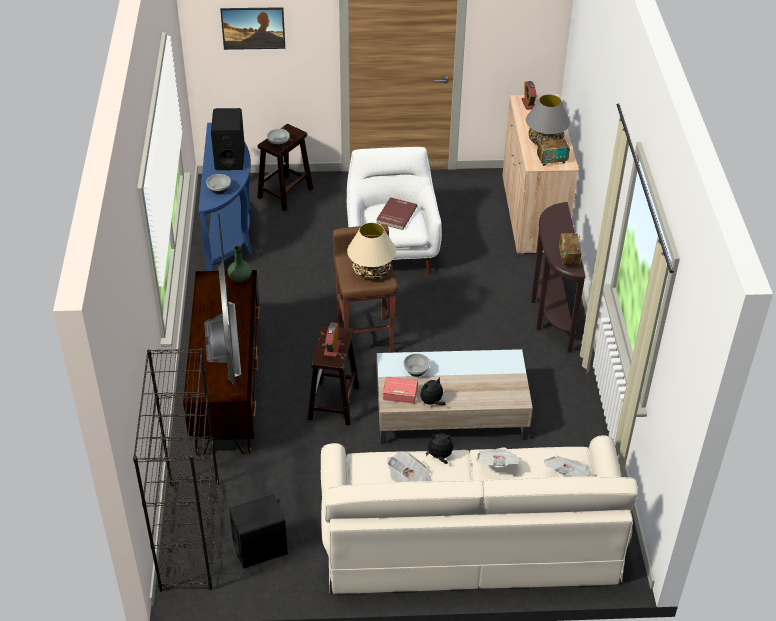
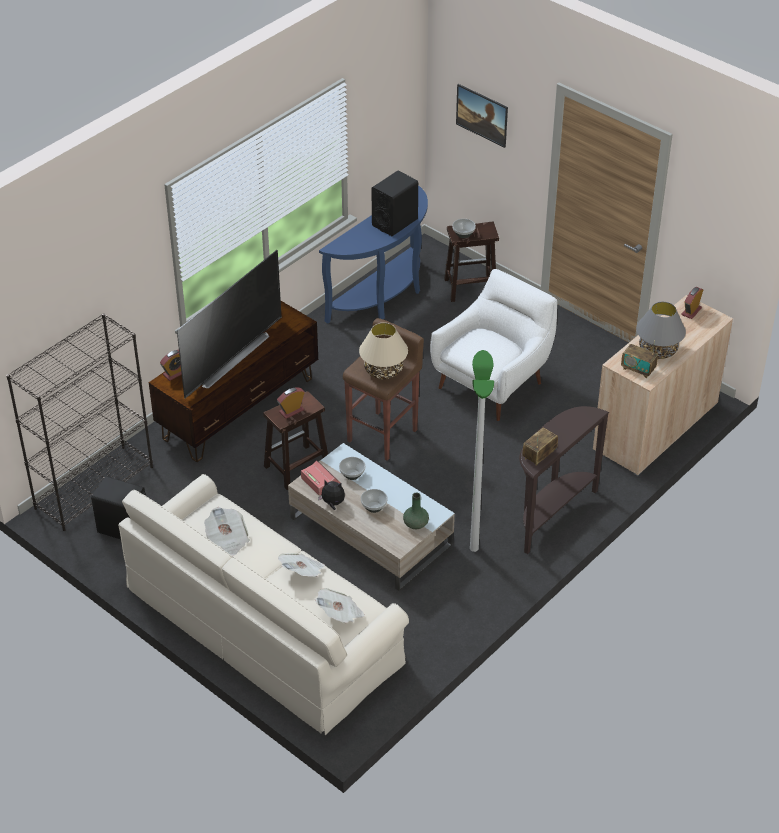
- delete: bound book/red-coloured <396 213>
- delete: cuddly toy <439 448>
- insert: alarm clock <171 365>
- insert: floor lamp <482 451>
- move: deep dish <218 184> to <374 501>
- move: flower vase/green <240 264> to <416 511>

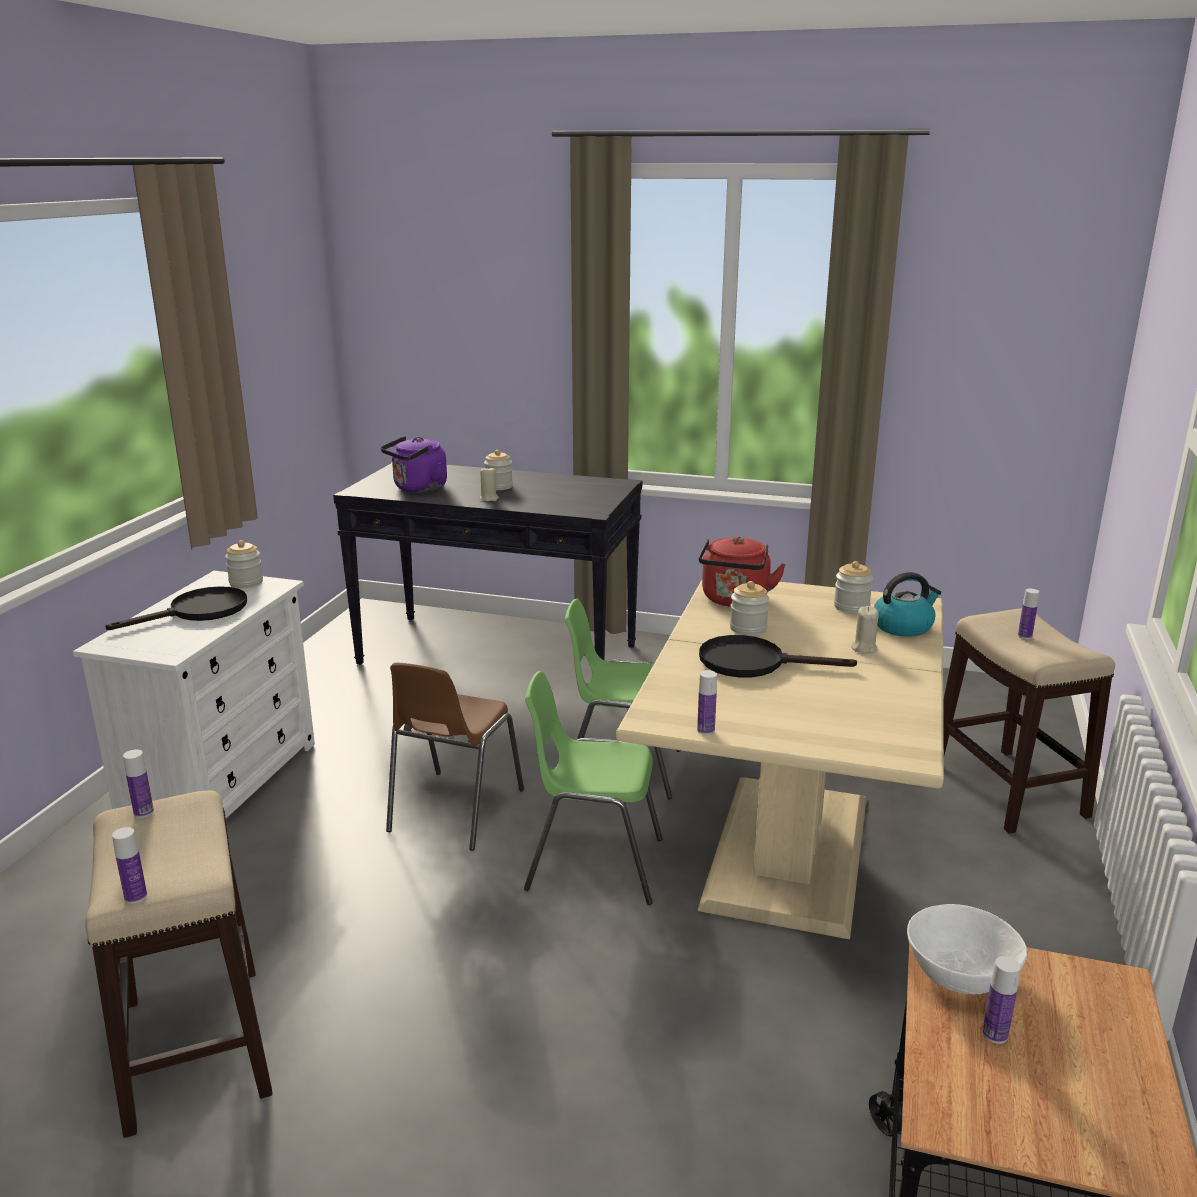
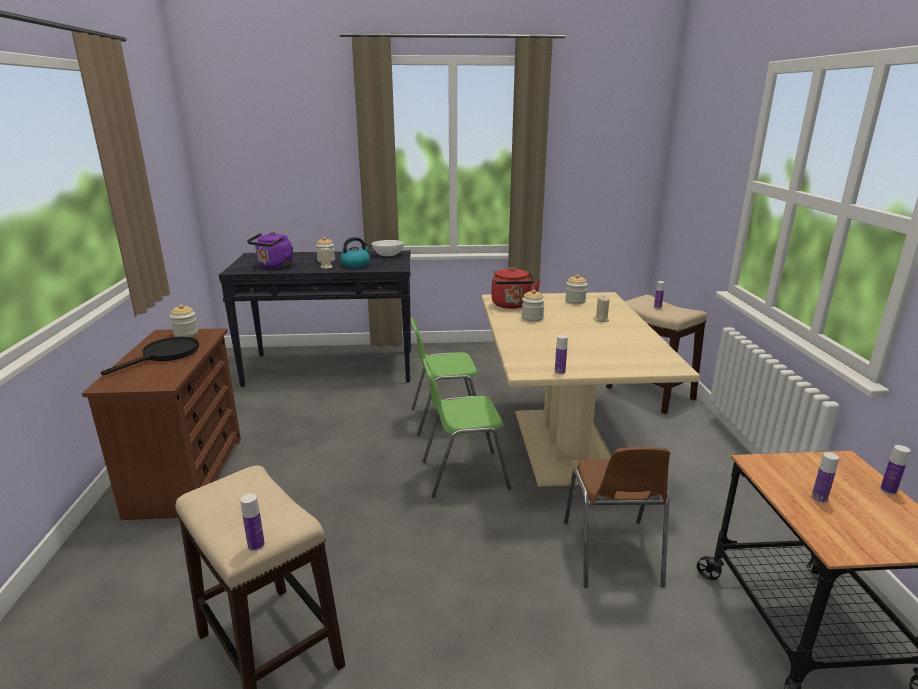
- delete: pan/black <778 656>
- move: bottle <138 783> to <895 470>
- move: chair/brown-coloured <455 756> to <617 517>
- move: water kettle <907 604> to <355 252>
- move: deep dish/white-coloured <967 949> to <388 248>
- recolor: chest of drawers/white-coloured <194 694> to chest of drawers/brown-coloured <161 424>

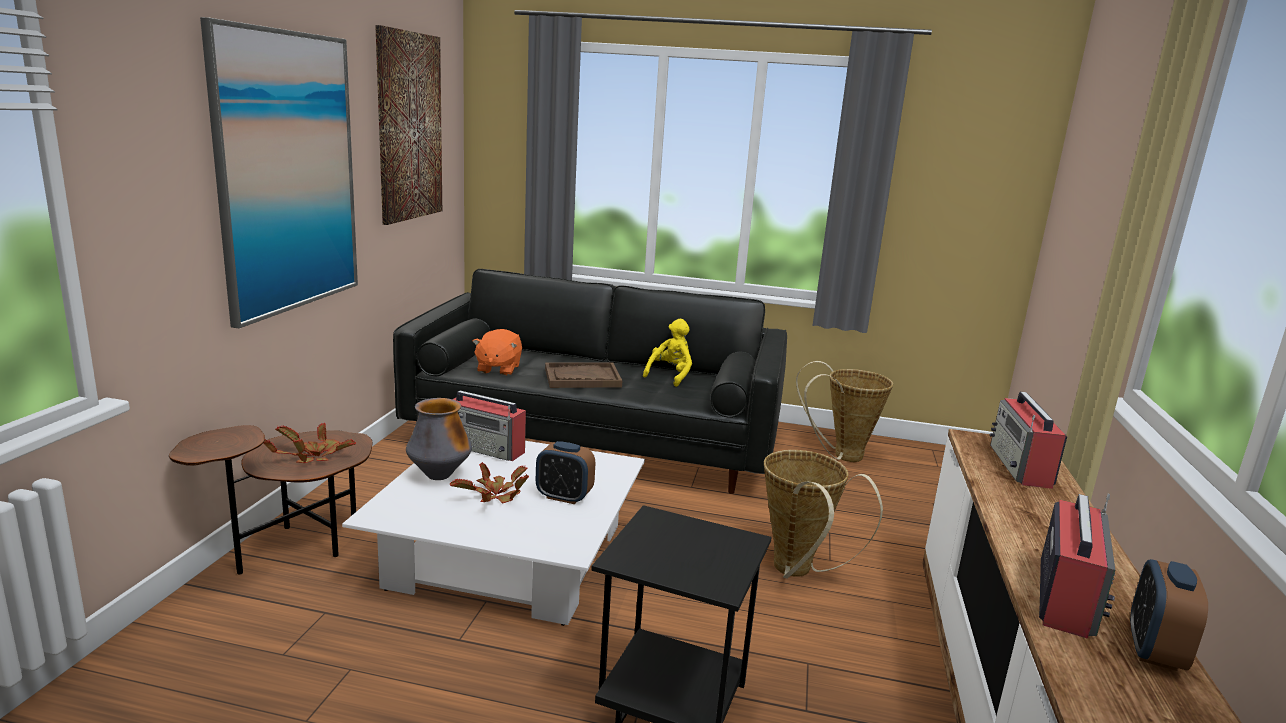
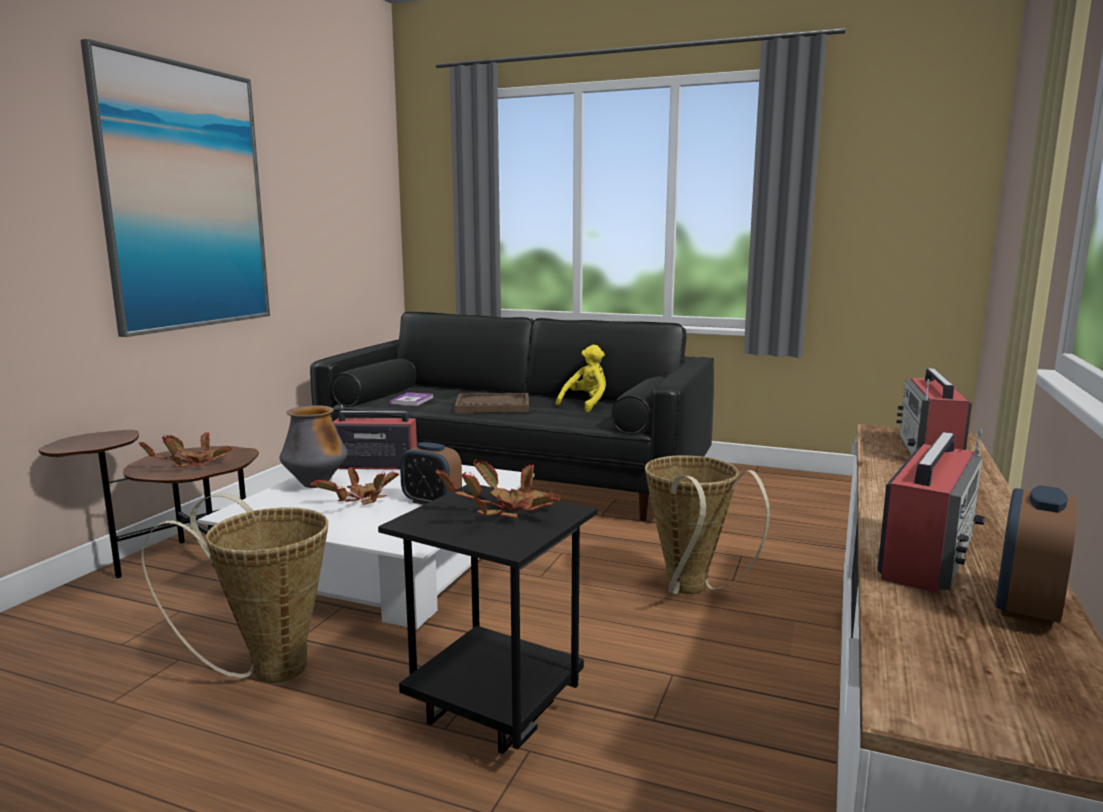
- delete: wall picture <408 125>
- insert: houseplant <498 489>
- move: storage basket <844 411> to <234 588>
- replace: cuddly toy/orange <497 352> to bound book <411 399>
- rotate: radio receiver <489 426> = <375 437> 150 degrees clockwise

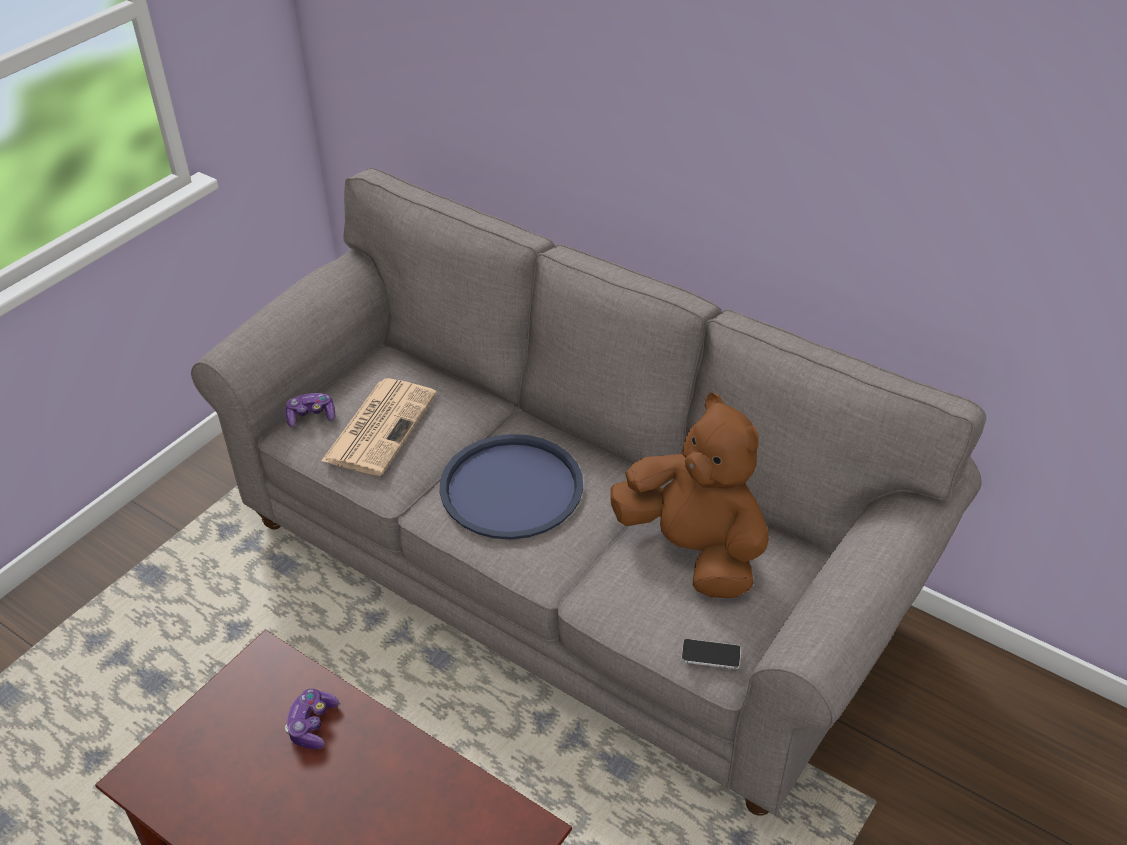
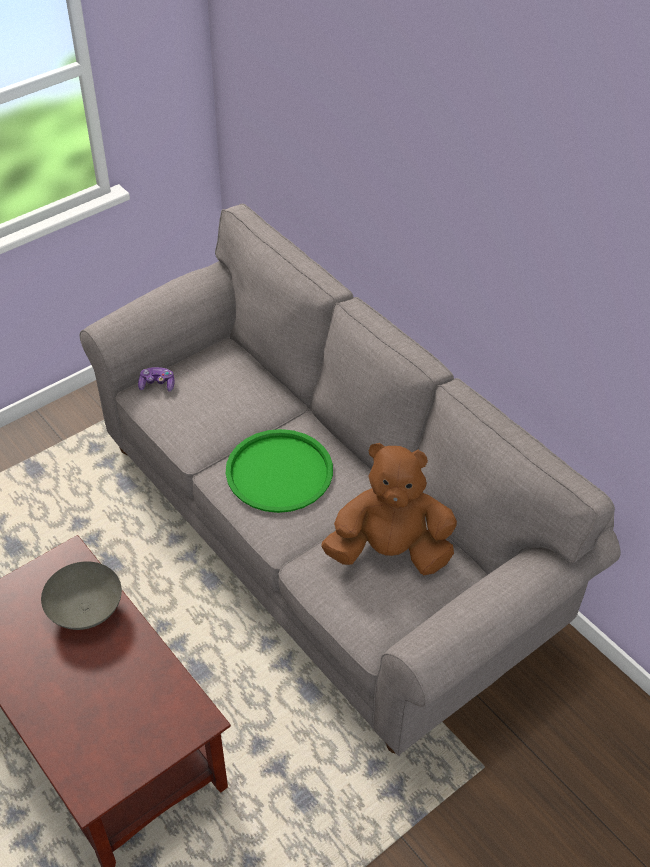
- delete: newspaper <379 427>
- delete: phone <711 654>
- replace: game controller <312 719> to deep dish/grey <81 595>
- recolor: tray/blue-coloured <511 486> to tray/green <279 471>
- rotate: cuddly toy/brown-coloured <689 495> = <389 509> 60 degrees counterclockwise

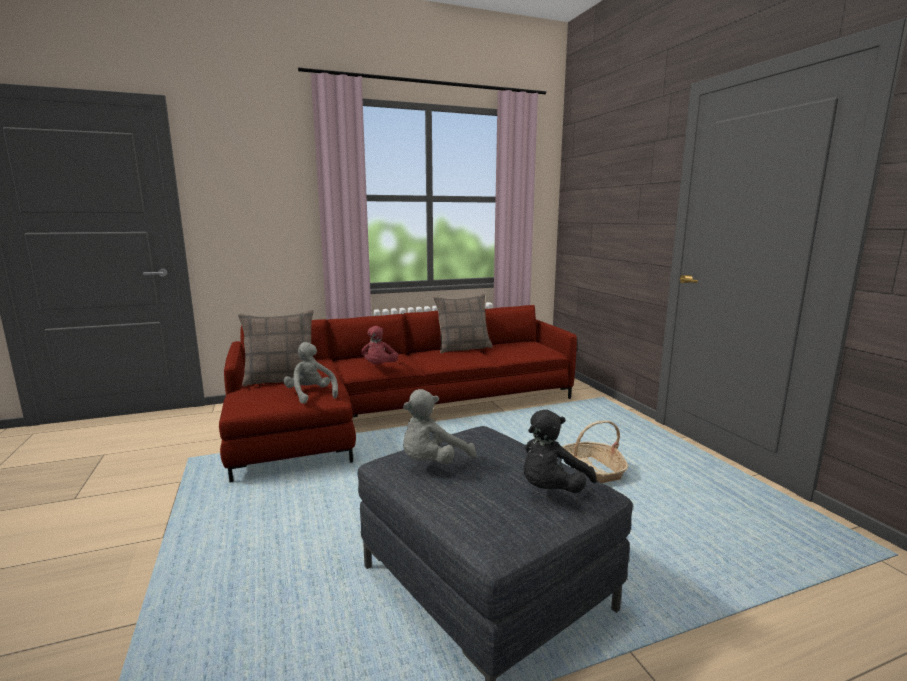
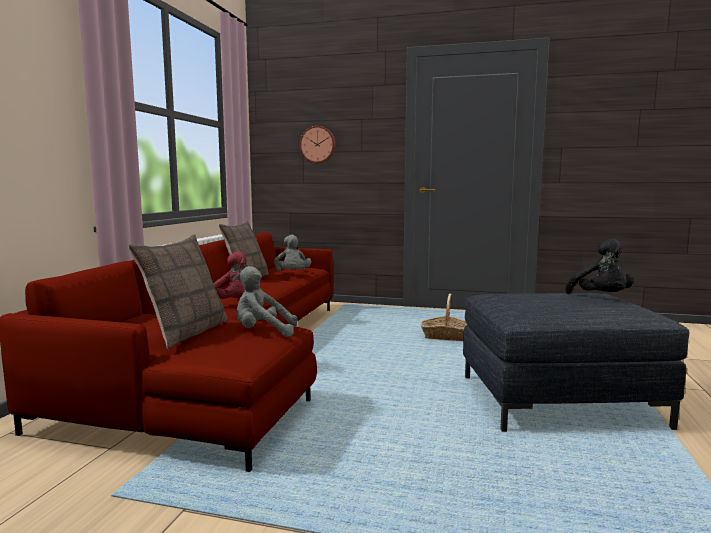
- insert: clock on the wall <318 144>
- move: cuddly toy/grey <439 426> to <293 253>

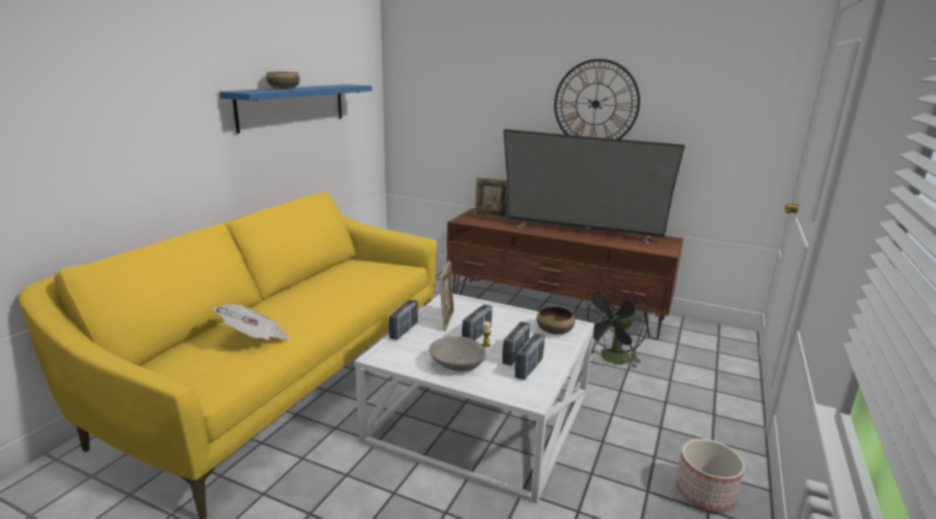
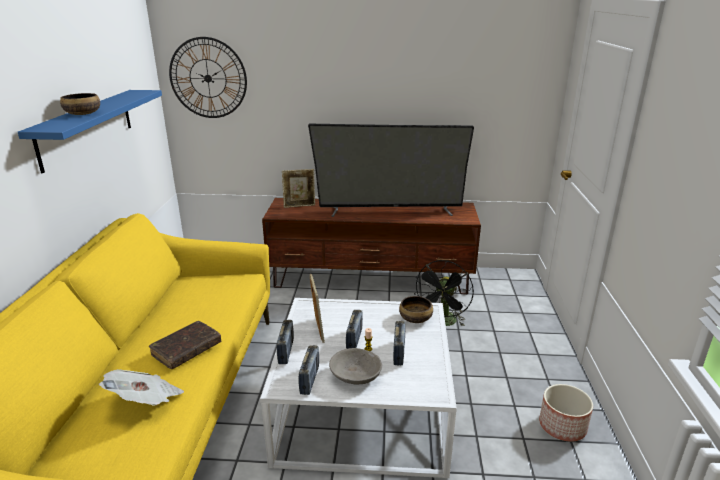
- insert: bound book/brown-coloured <185 345>
- move: radio receiver <530 356> to <308 370>
- move: clock on the wall <597 99> to <208 77>

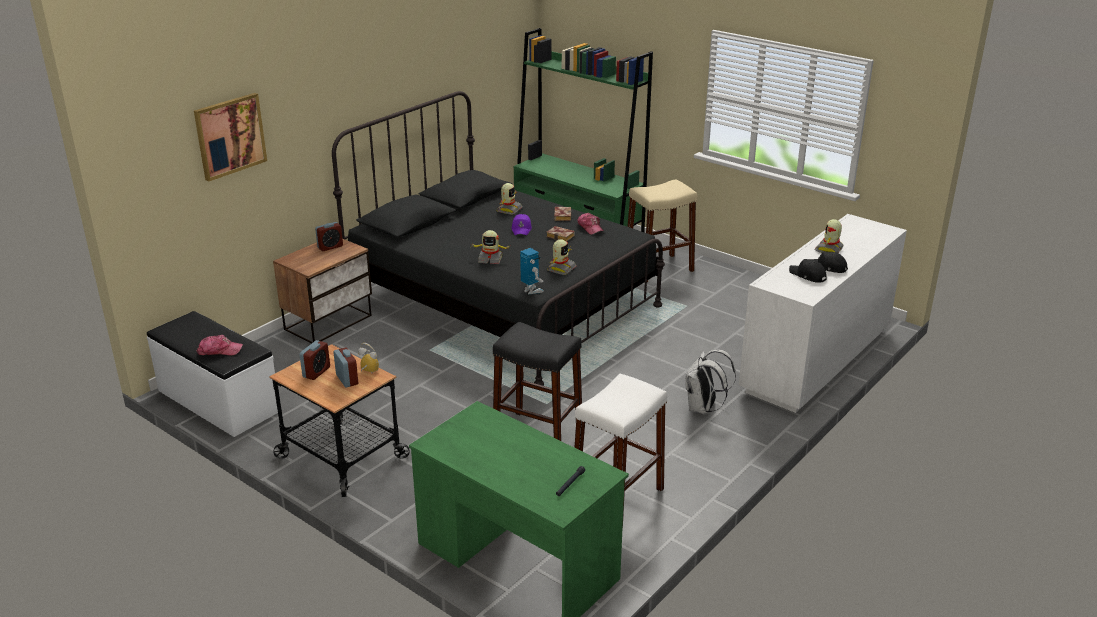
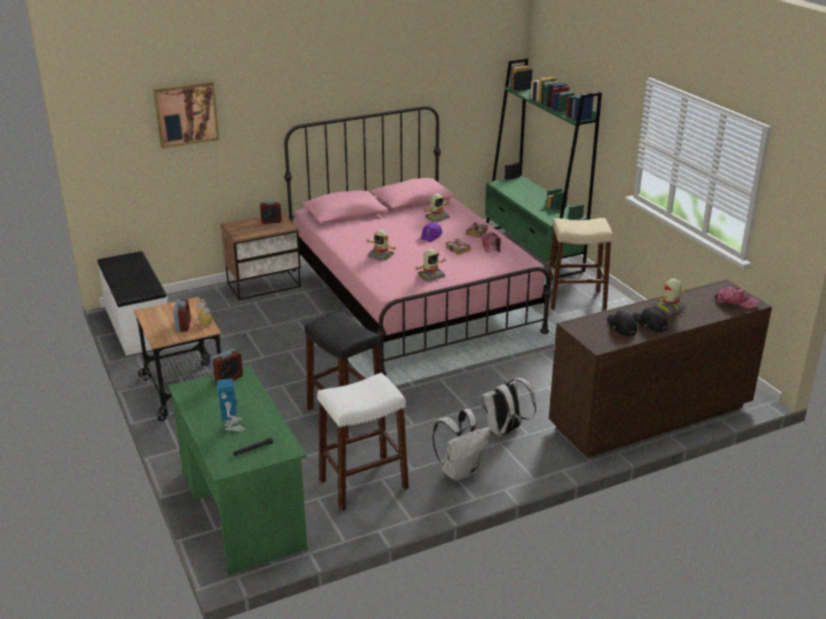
- insert: backpack/white-coloured <461 445>
- move: peaked cap <220 345> to <737 298>
- move: alarm clock <315 360> to <226 366>
- move: toy robot <532 271> to <231 404>
- recolor: bedroom bed/black <498 238> to bedroom bed/pinkish <418 241>
- recolor: chest of drawers/white-coloured <823 313> to chest of drawers/brown-coloured <660 368>

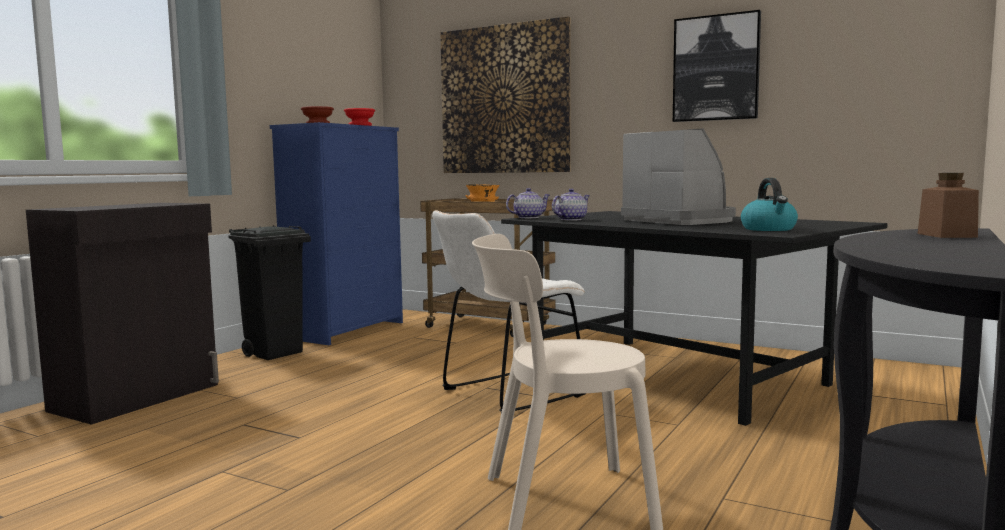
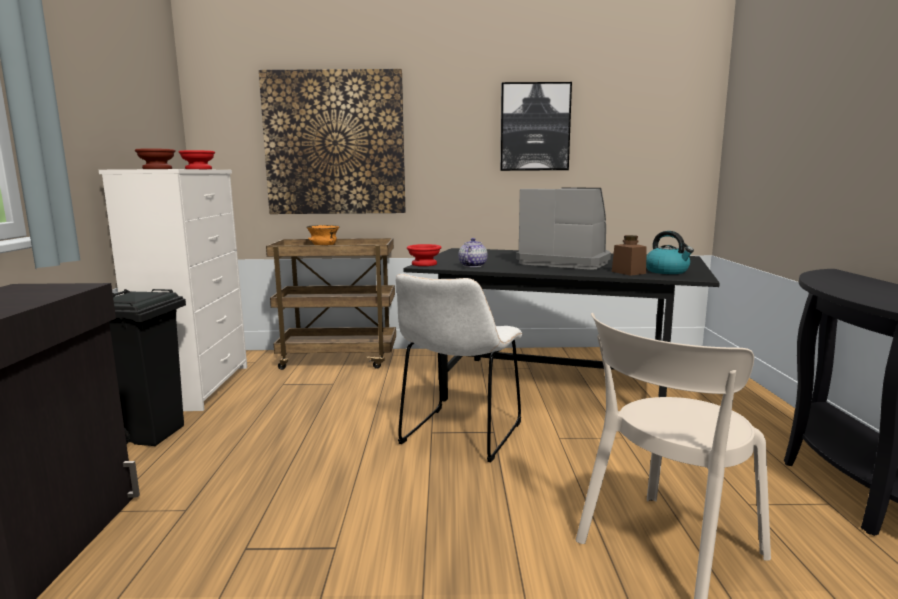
- move: preserve jar/brown-coloured <948 205> to <629 255>
- replace: tea pot <528 203> to deep dish/red-coloured <424 255>
- recolor: chest of drawers/blue-coloured <336 233> to chest of drawers/white-coloured <173 290>

